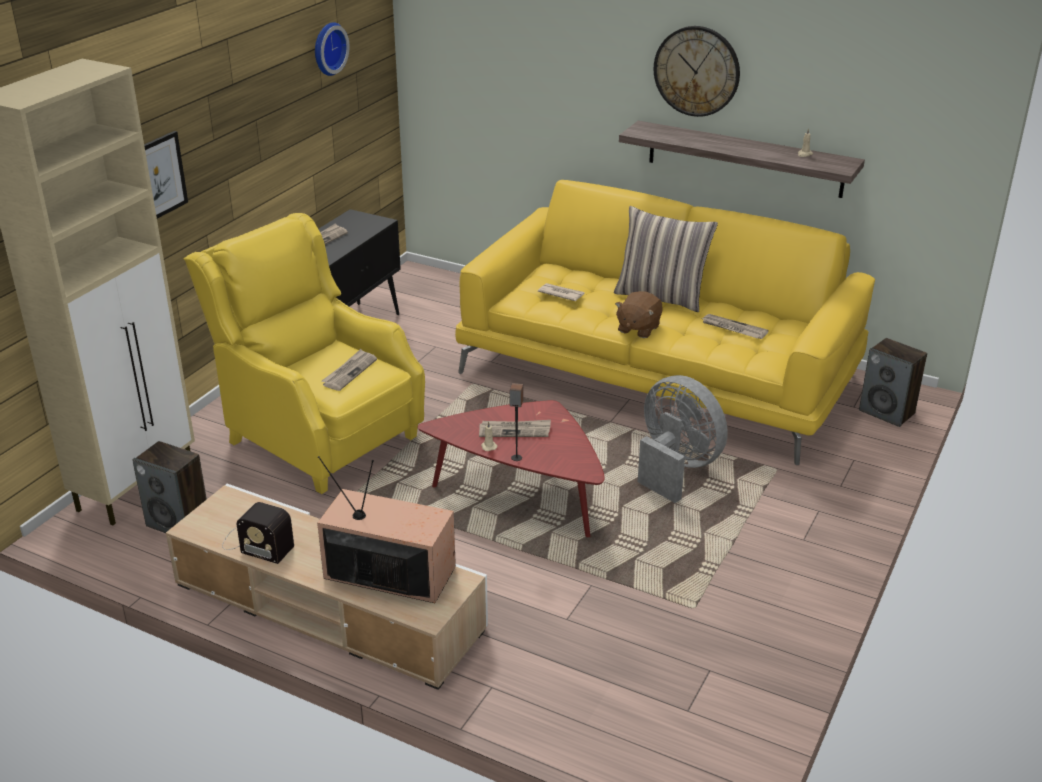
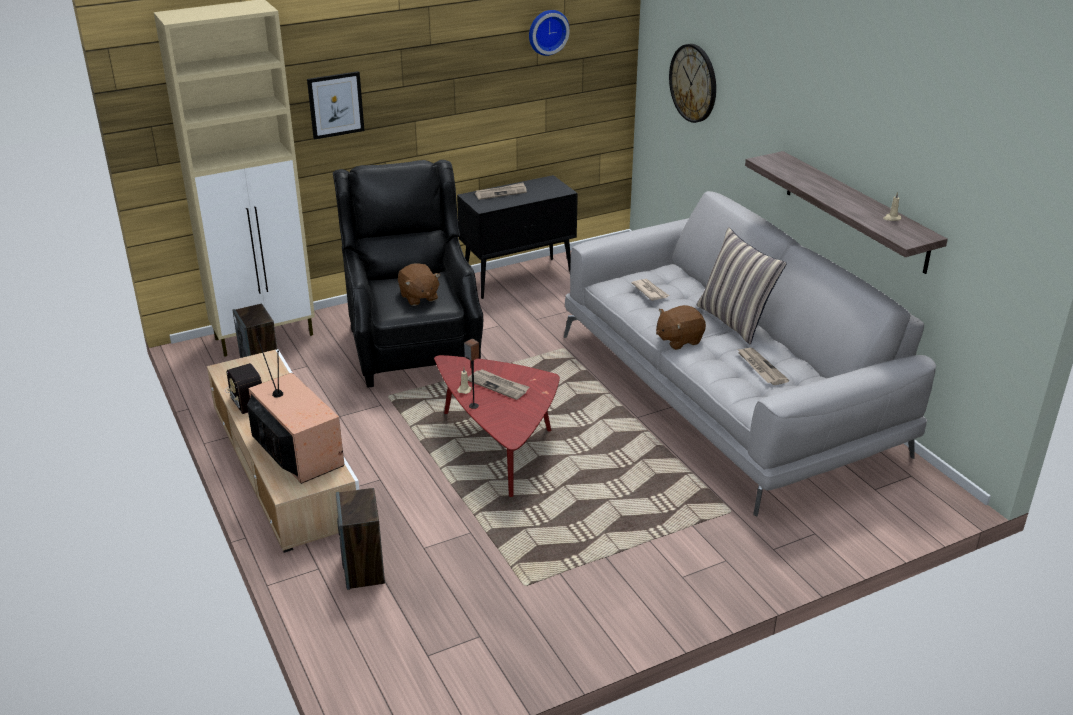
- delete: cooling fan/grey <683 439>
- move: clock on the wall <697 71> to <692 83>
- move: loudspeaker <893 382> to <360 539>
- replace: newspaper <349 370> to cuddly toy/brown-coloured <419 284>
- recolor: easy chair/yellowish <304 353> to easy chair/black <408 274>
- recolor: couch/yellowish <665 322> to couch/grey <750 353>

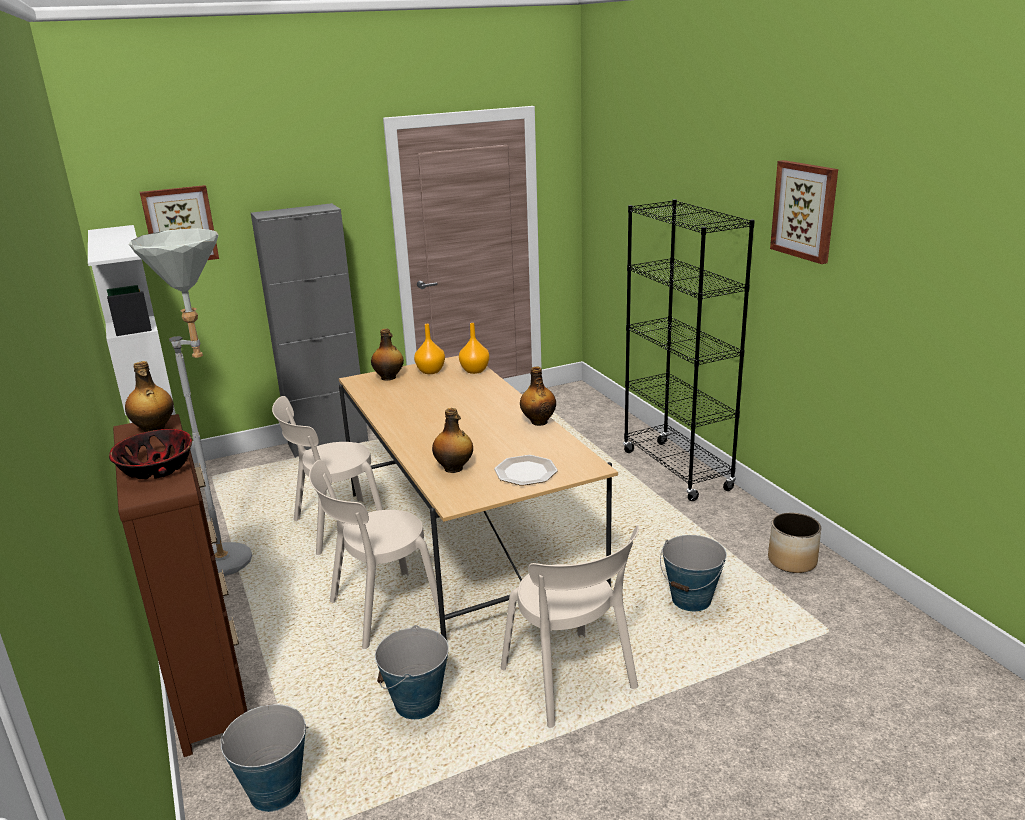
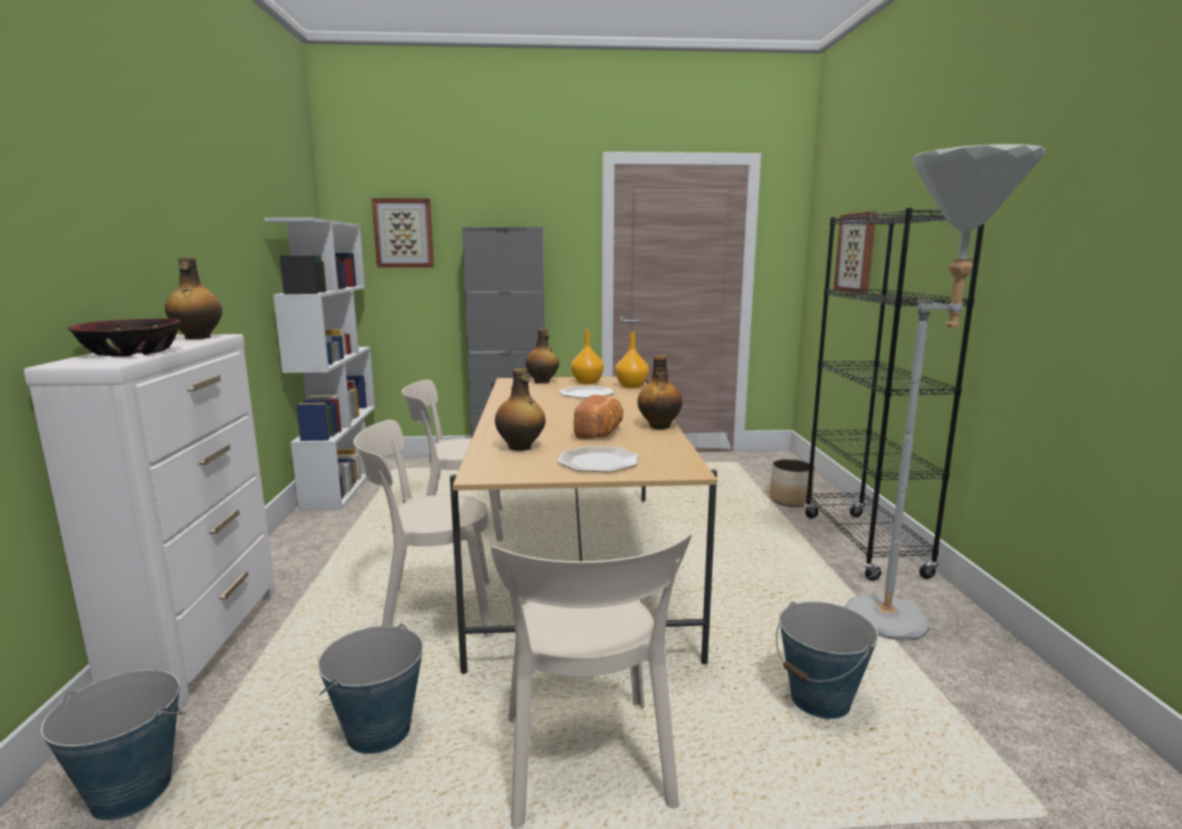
- insert: plate <587 392>
- insert: bread <598 417>
- move: floor lamp/grey <190 402> to <945 392>
- move: planter <794 543> to <792 483>
- move: wall picture <804 212> to <855 253>
- recolor: chest of drawers/brown-coloured <180 585> to chest of drawers/white-coloured <150 522>

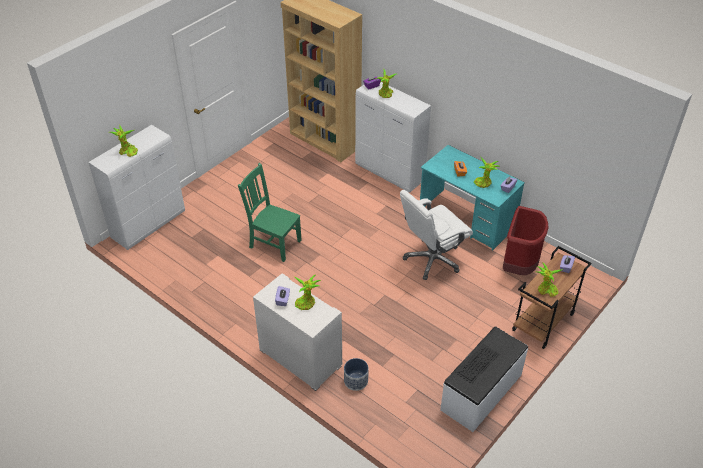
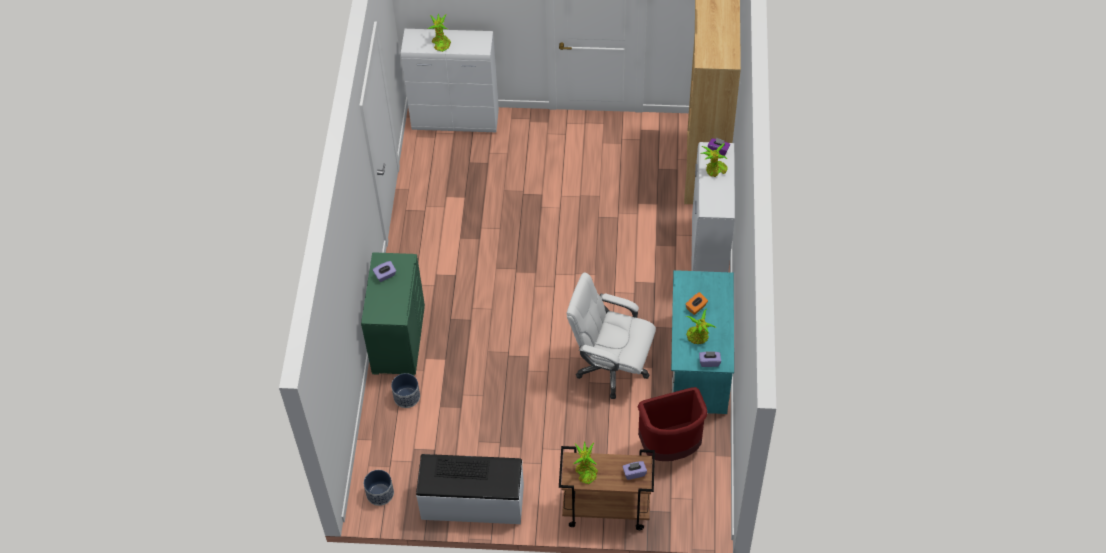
- delete: chair/green <270 212>
- delete: houseplant <308 292>
- insert: planter <379 488>
- recolor: chest of drawers/white-coloured <297 332> to chest of drawers/green <393 314>

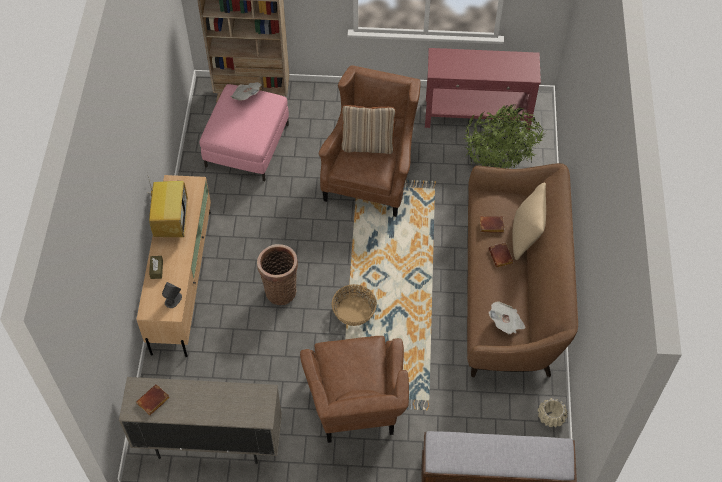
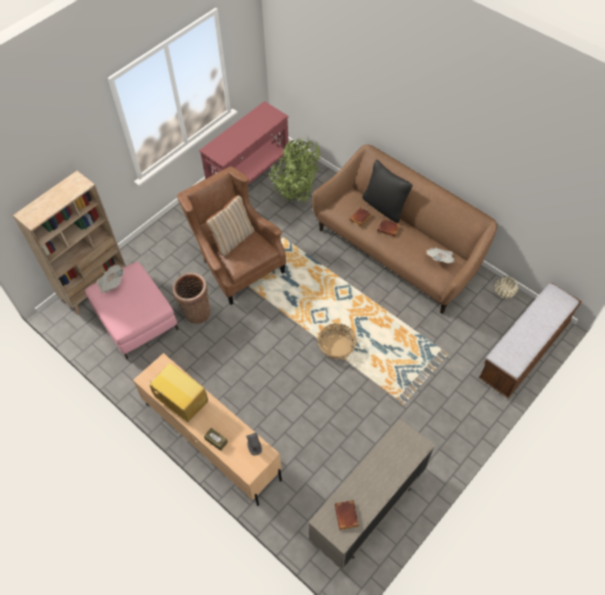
- delete: easy chair/brown-coloured <354 389>
- move: storage basket <277 274> to <191 298>
- recolor: cushion/beige-coloured <529 221> to cushion/black <387 191>

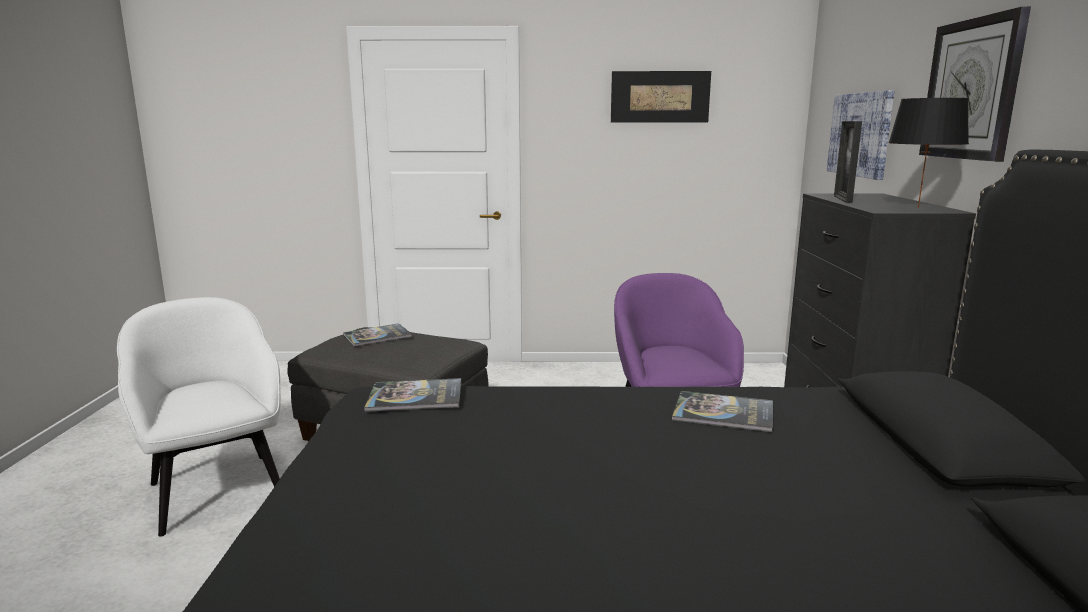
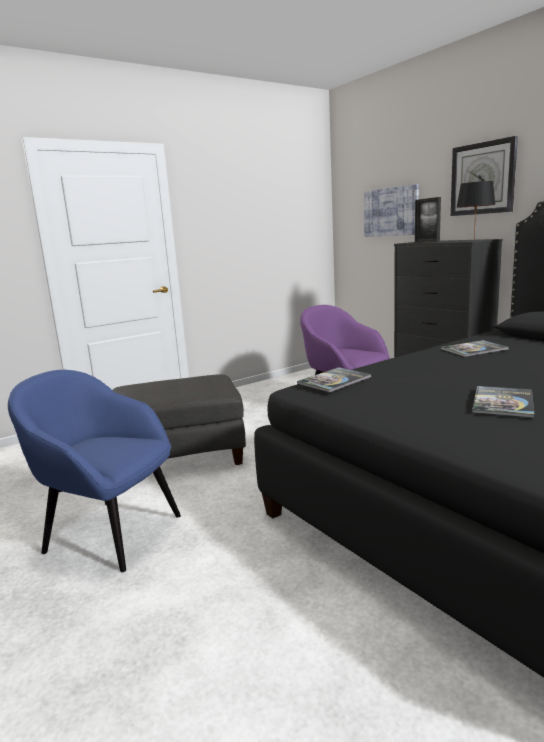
- delete: wall picture <661 96>
- move: bound book <377 335> to <503 402>
- recolor: easy chair/white-coloured <199 417> to easy chair/blue-coloured <94 471>

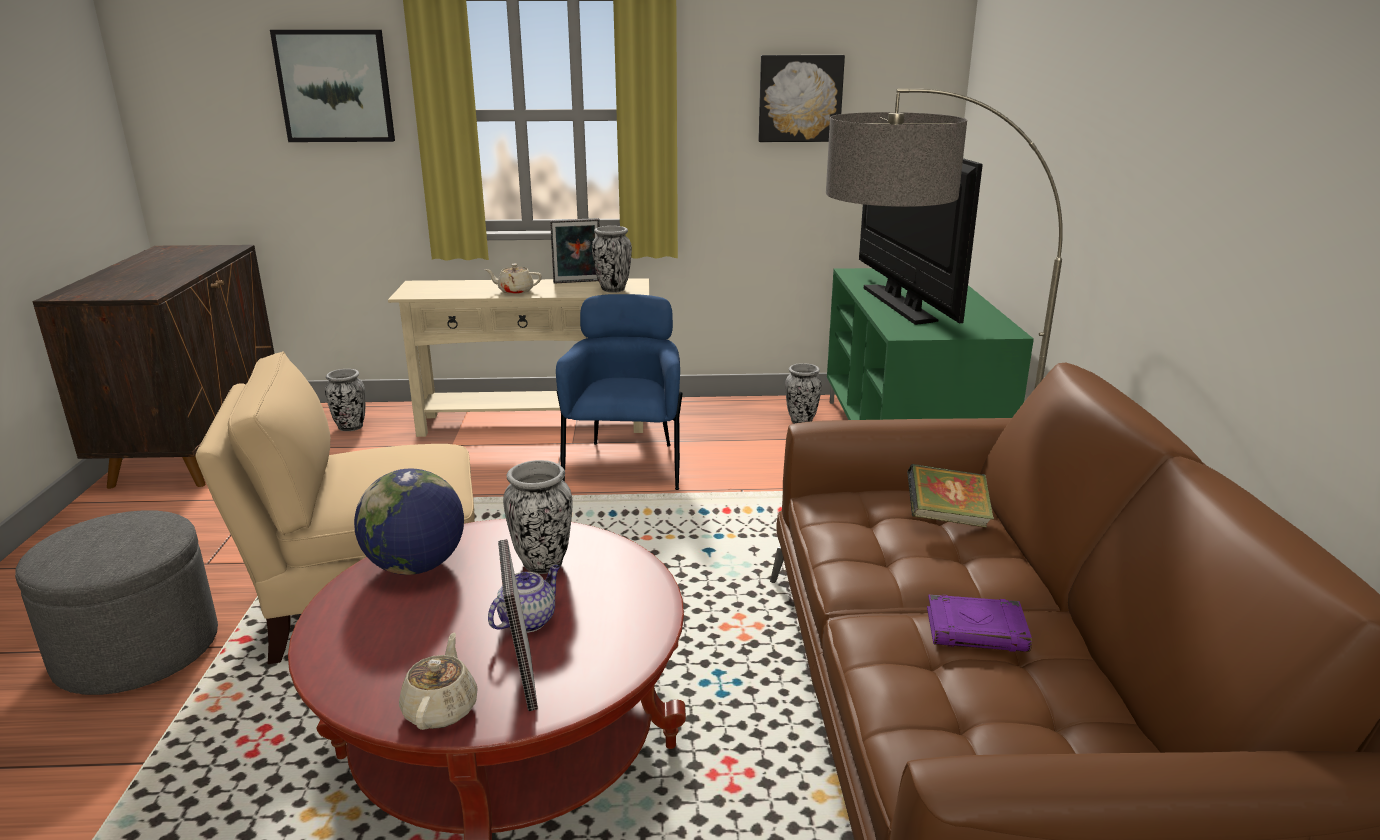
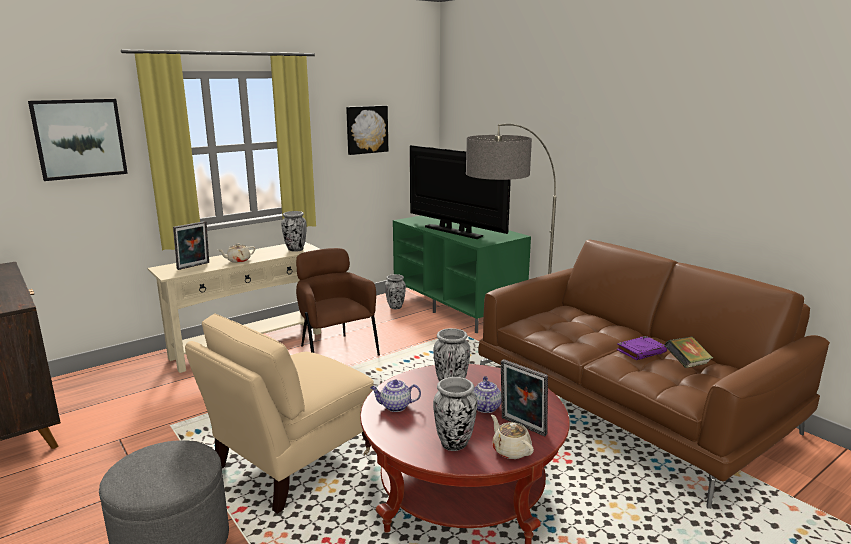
- move: flower vase <345 400> to <455 414>
- move: photo frame <575 250> to <191 245>
- move: bound book <950 496> to <689 352>
- replace: globe <409 521> to tea pot <395 395>
- recolor: easy chair/blue-coloured <619 392> to easy chair/brown-coloured <338 302>

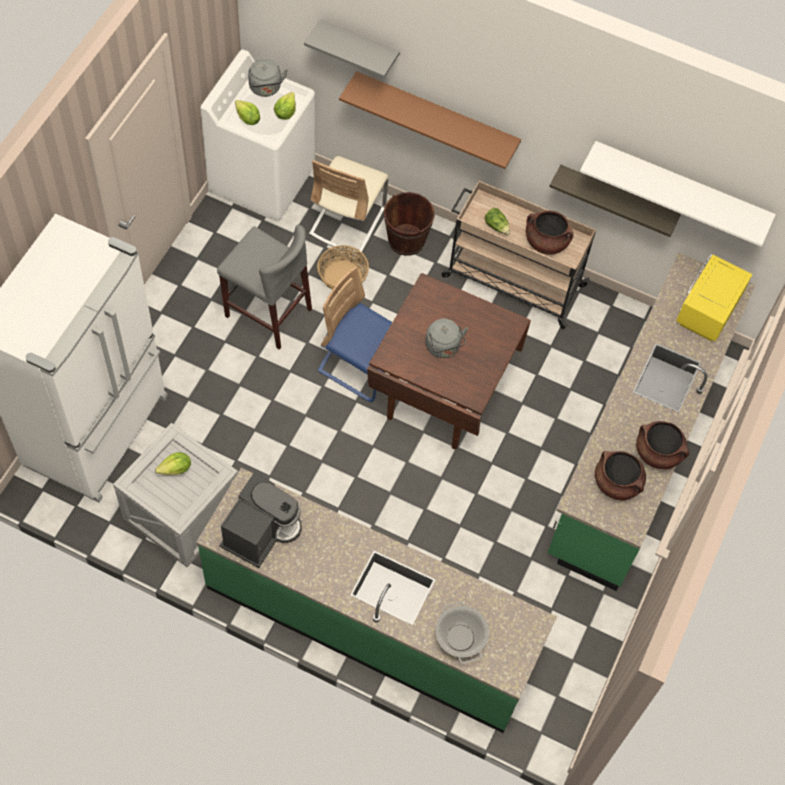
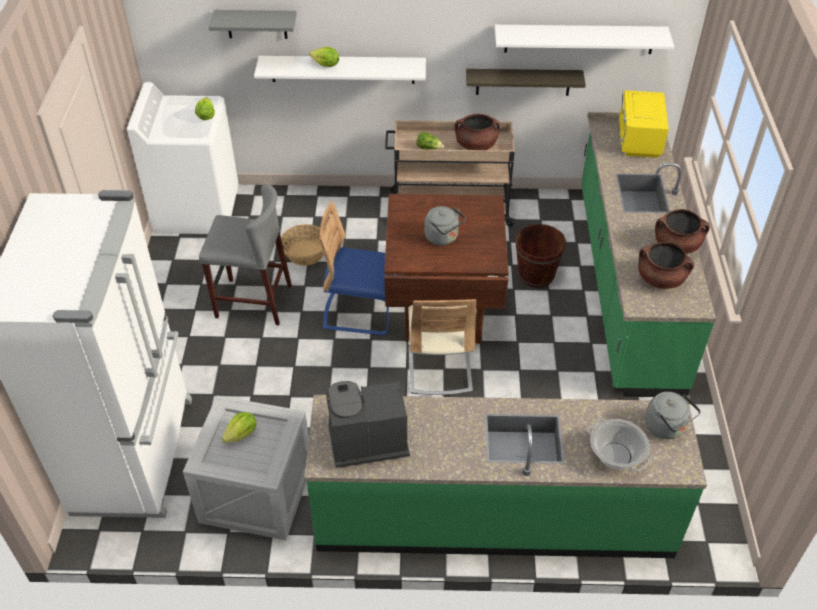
- move: lettuce <247 112> to <324 57>
- move: water kettle/grey <268 78> to <673 415>
- move: chair/beige-coloured <349 204> to <442 347>
- move: bucket/brown-coloured <409 224> to <541 256>
- recolor: shelf/brown-coloured <430 120> to shelf/white-coloured <340 70>
- rotate: coffee brewer <261 520> = <368 424> 105 degrees counterclockwise

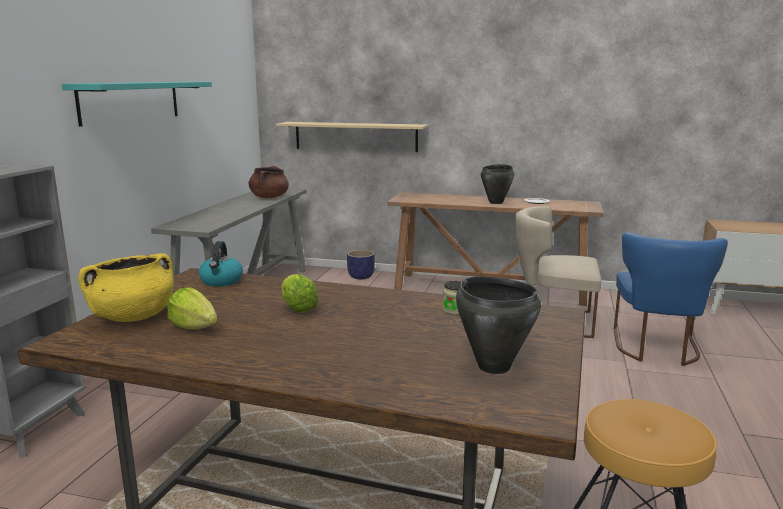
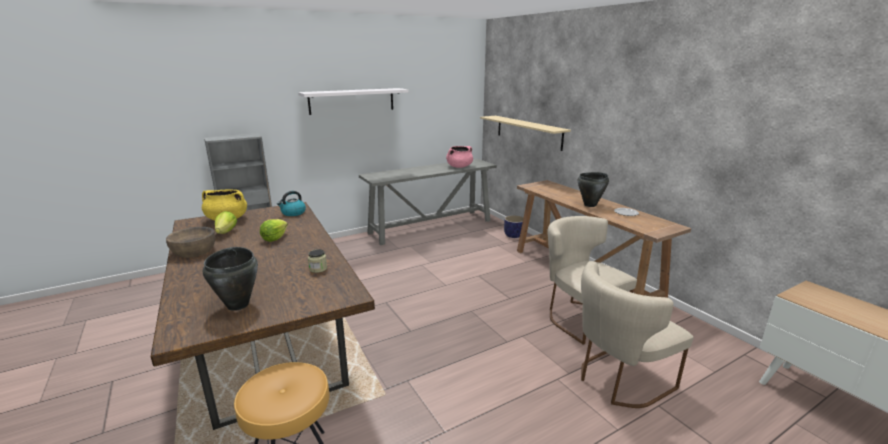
- insert: deep dish/brown-coloured <190 242>
- recolor: shelf/blue-green <137 104> to shelf/white-coloured <353 101>
- recolor: saucepot/brown-coloured <269 182> to saucepot/pinkish <459 157>
- recolor: chair/blue-coloured <671 299> to chair/beige-coloured <637 334>

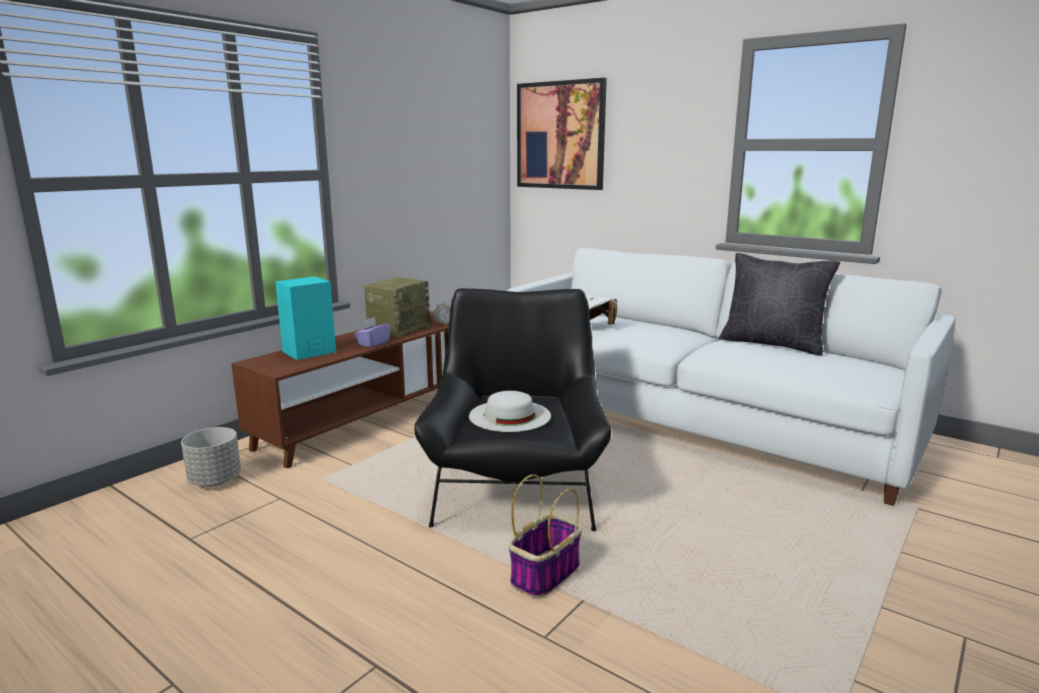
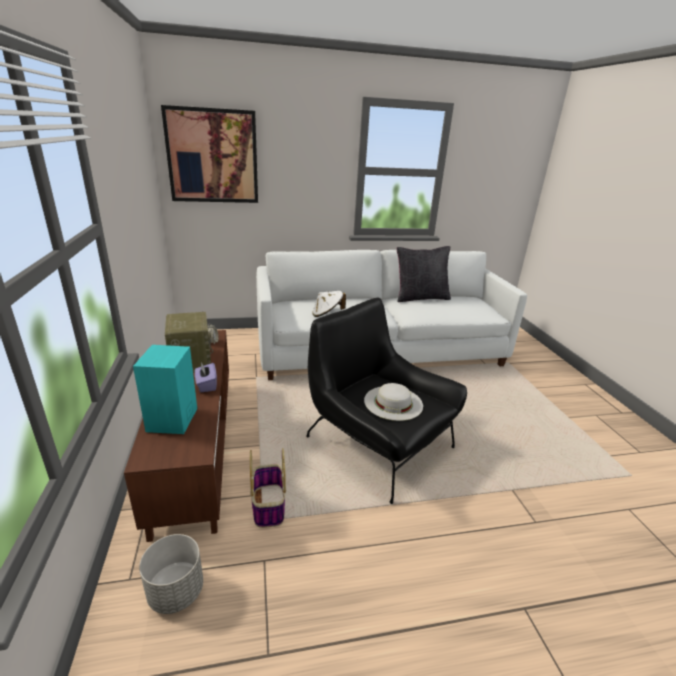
- move: storage basket <545 536> to <268 488>

